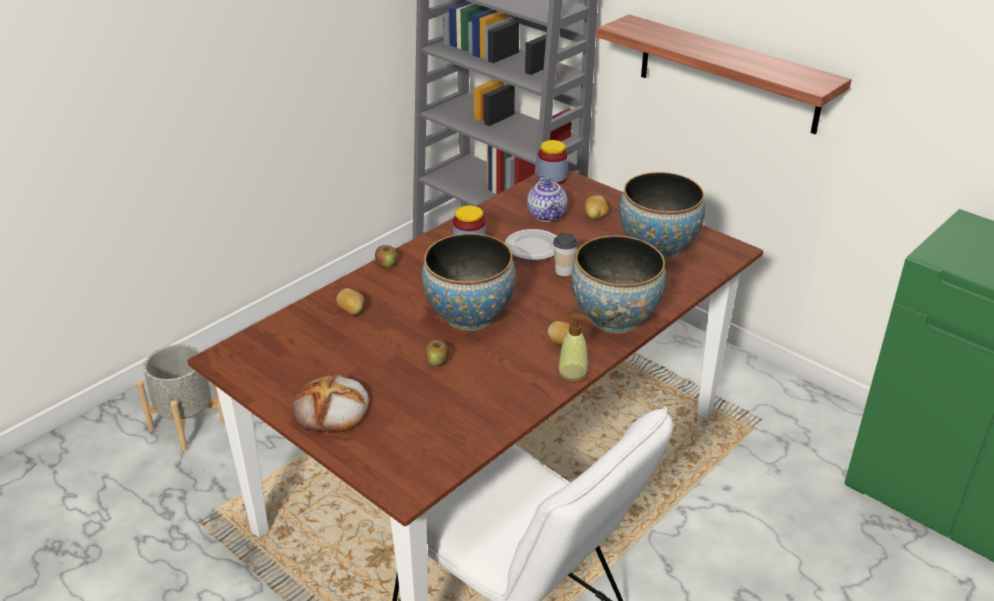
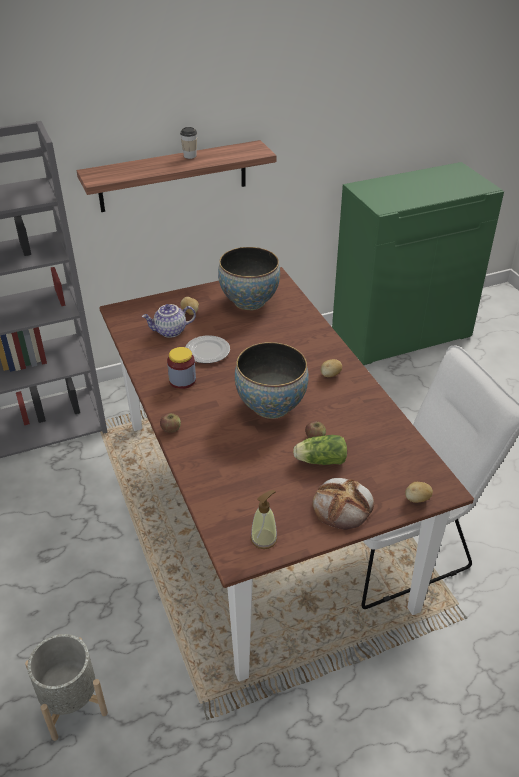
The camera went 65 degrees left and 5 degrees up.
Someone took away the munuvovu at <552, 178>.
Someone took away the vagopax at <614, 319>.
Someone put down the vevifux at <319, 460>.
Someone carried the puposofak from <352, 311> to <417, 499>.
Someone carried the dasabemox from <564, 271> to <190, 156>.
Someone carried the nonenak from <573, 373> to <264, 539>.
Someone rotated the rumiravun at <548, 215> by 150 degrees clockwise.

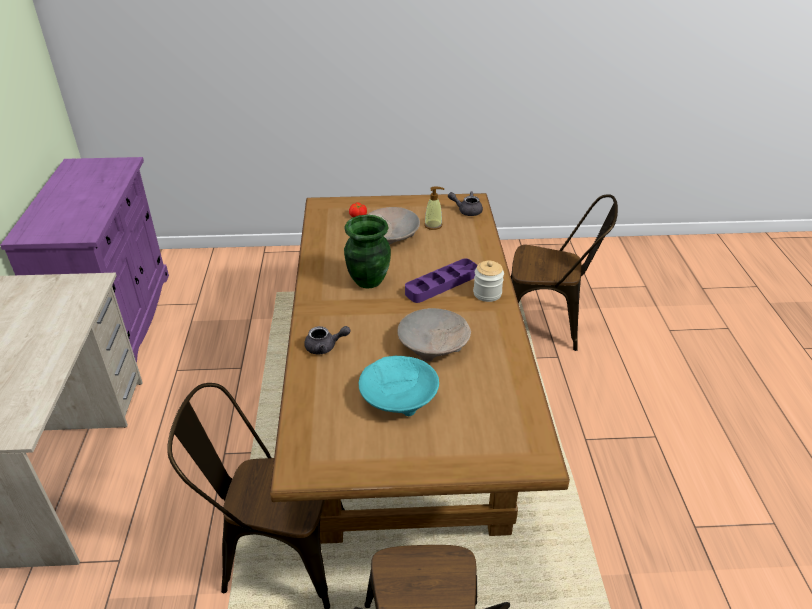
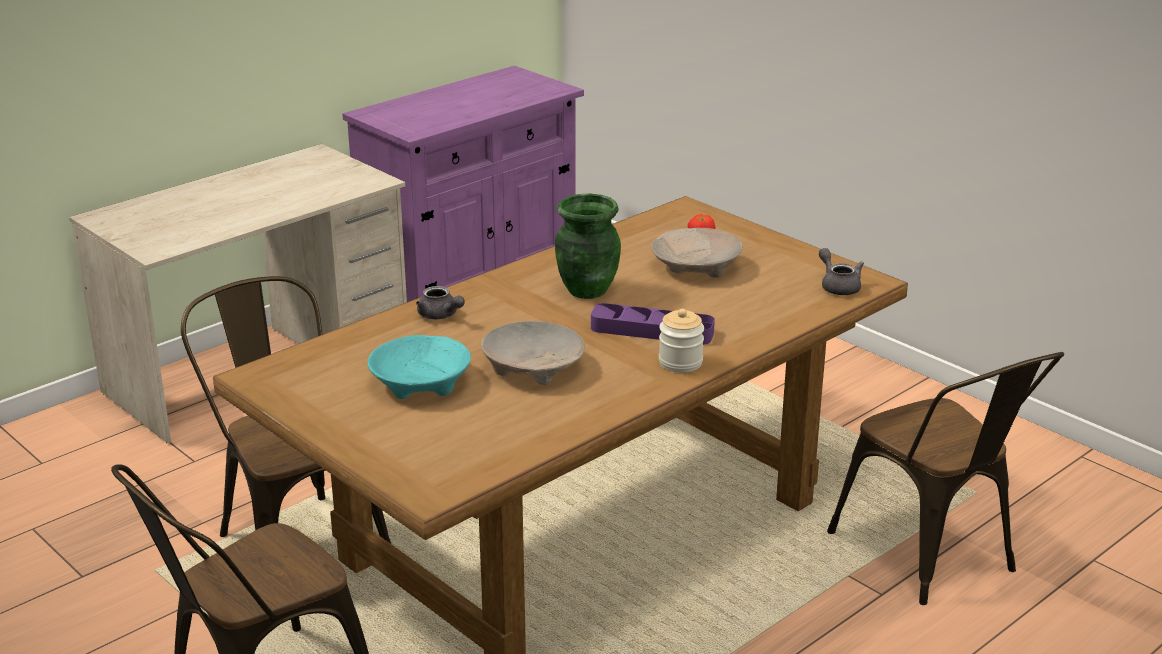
The camera went 50 degrees right and 10 degrees down.
Someone took away the nonenak at <433, 225>.

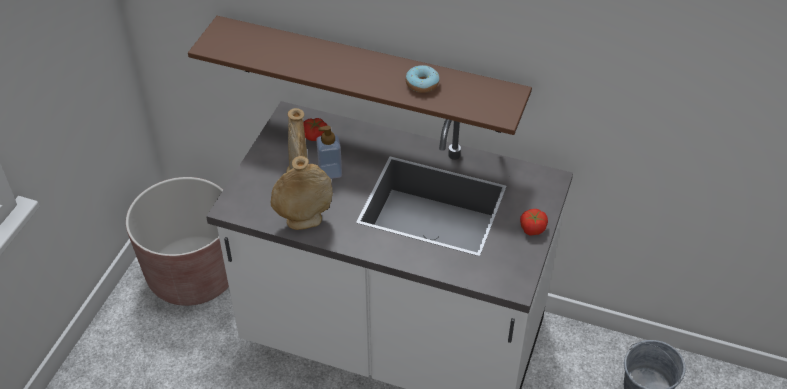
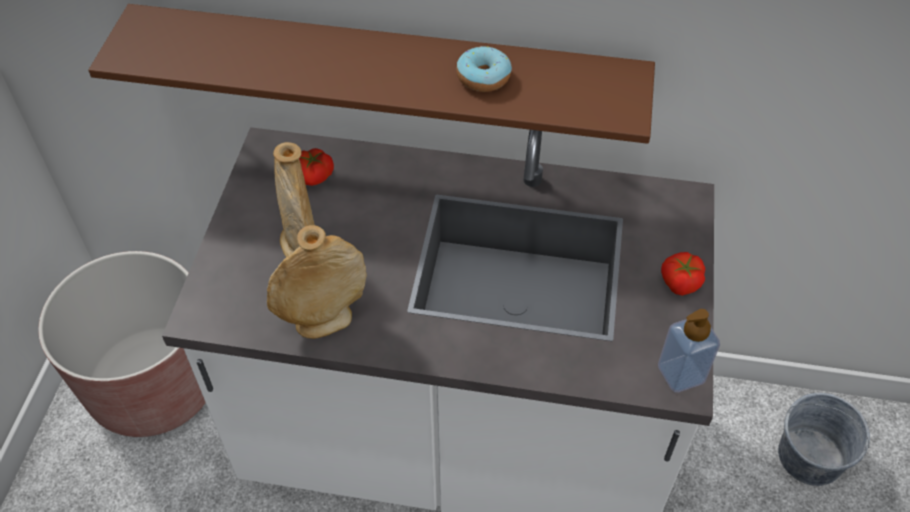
The camera went 10 degrees left and 5 degrees up.
Someone carried the nonenak from <330, 172> to <681, 374>.

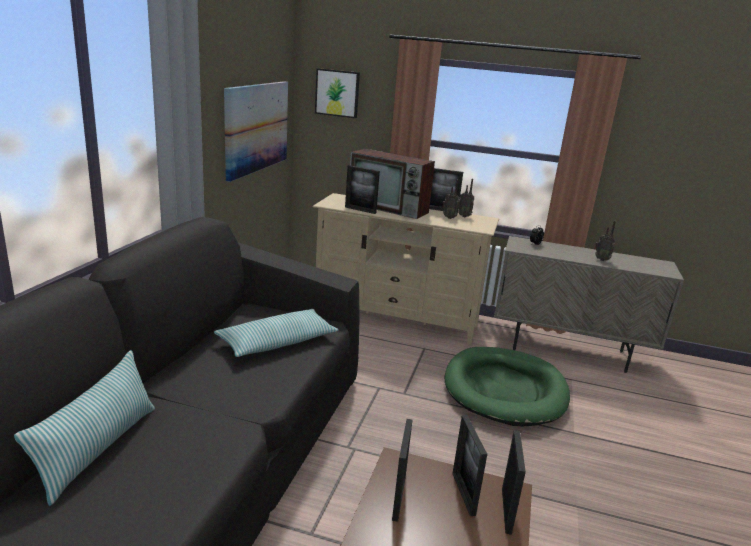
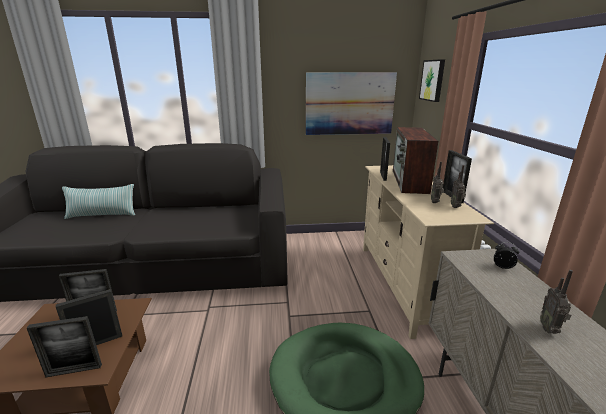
The camera went 70 degrees right and 0 degrees up.
Someone took away the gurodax at <277, 342>.

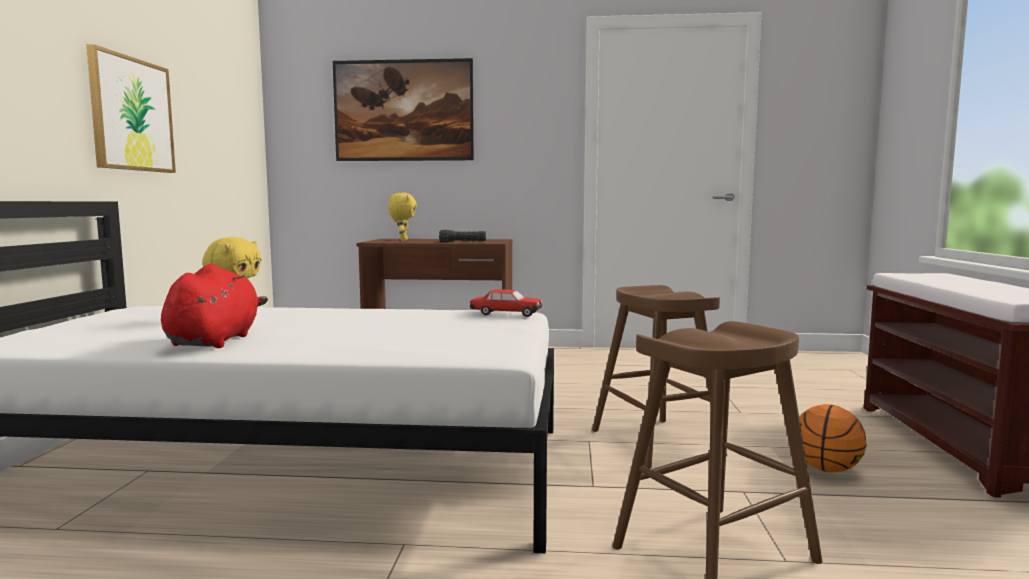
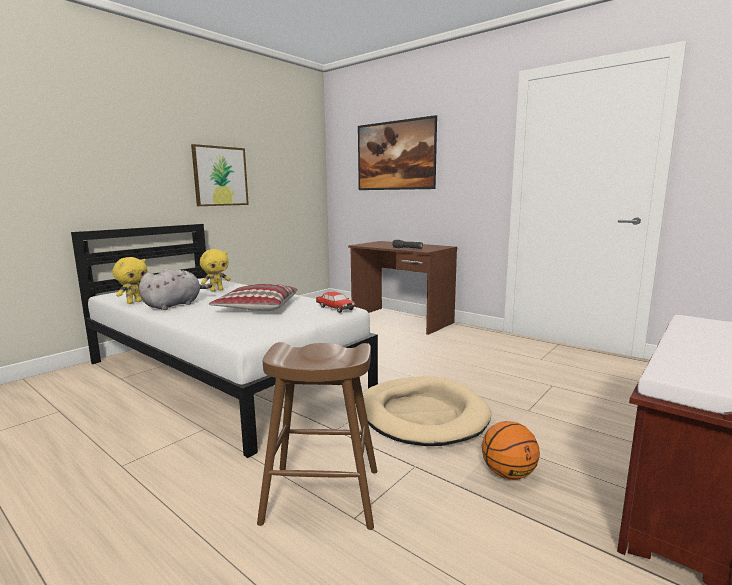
The camera went 35 degrees right and 5 degrees up.
Someone put down the gurodax at <256, 307>.
Someone carried the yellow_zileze from <402, 240> to <134, 302>.
Someone swapped the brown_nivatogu at <656, 443> for the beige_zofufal at <422, 415>.
Someone repainted the red_zileze at <215, 341>, which became the grey_zileze at <174, 305>.

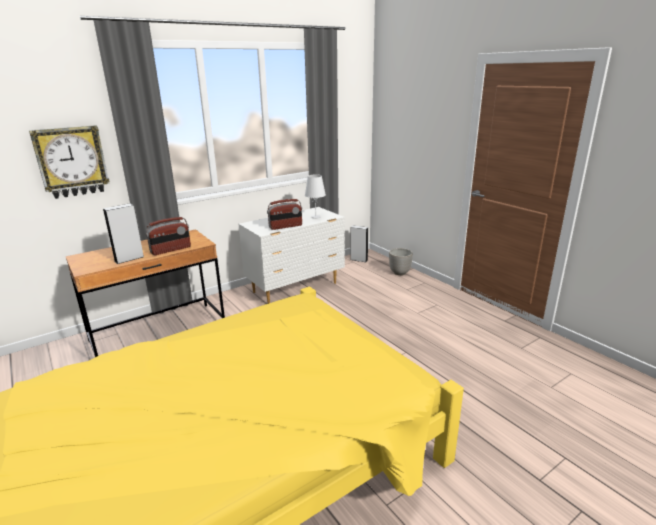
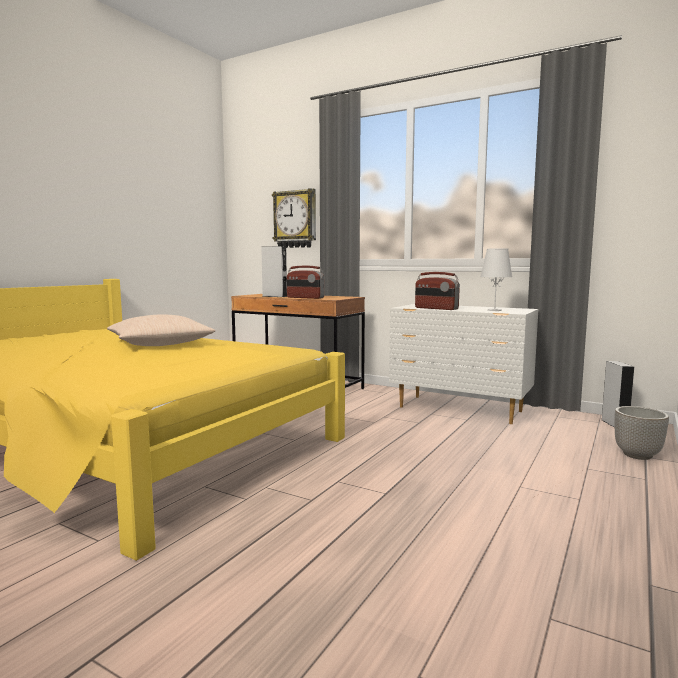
The camera went 65 degrees right and 15 degrees down.
Someone put down the beige_gurodax at <160, 344>.

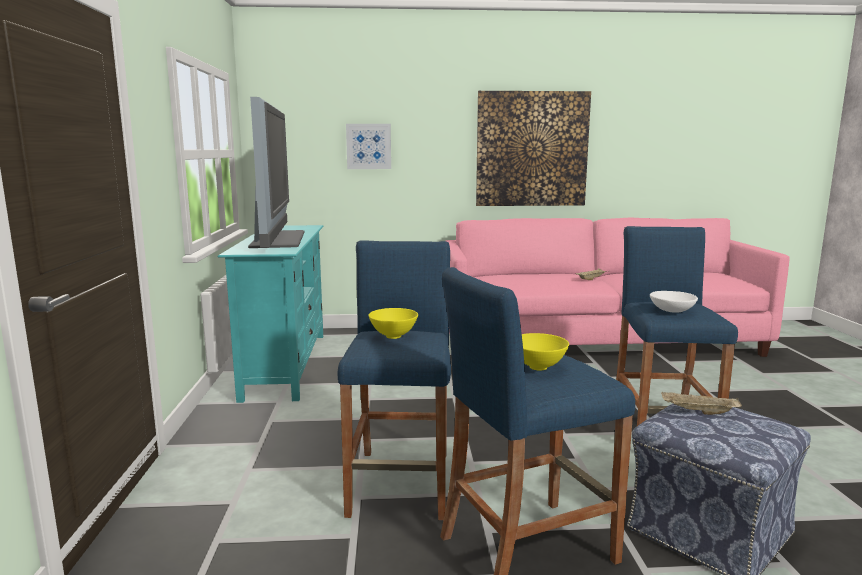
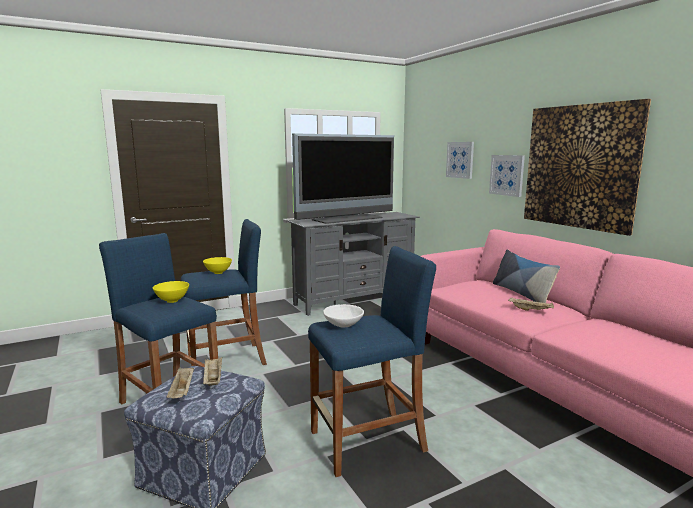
The camera went 65 degrees right and 0 degrees up.
Someone put down the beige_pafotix at <182, 392>.
Someone put up the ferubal at <507, 175>.
Someone put down the gurodax at <522, 294>.
Someone repainted the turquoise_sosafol at <285, 364>, which became the grey_sosafol at <354, 300>.

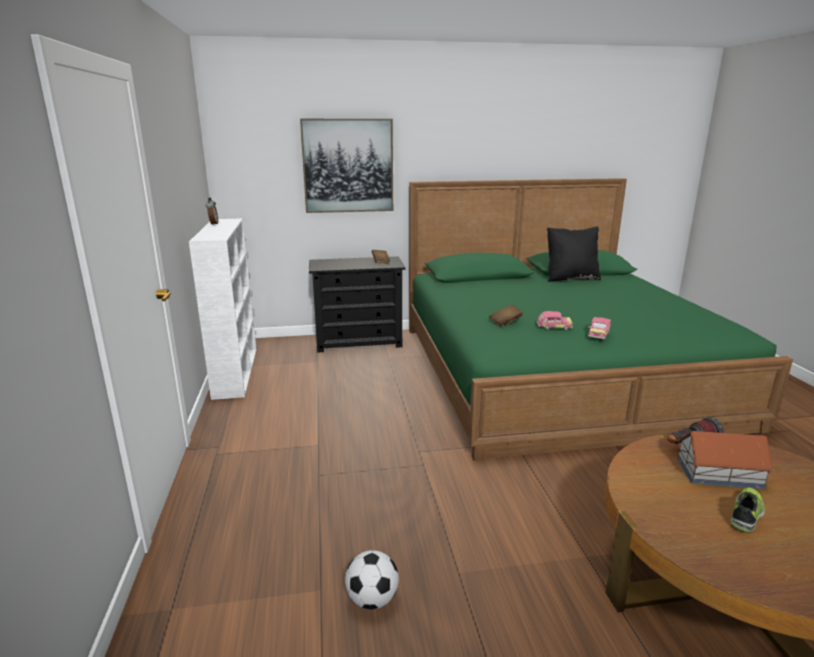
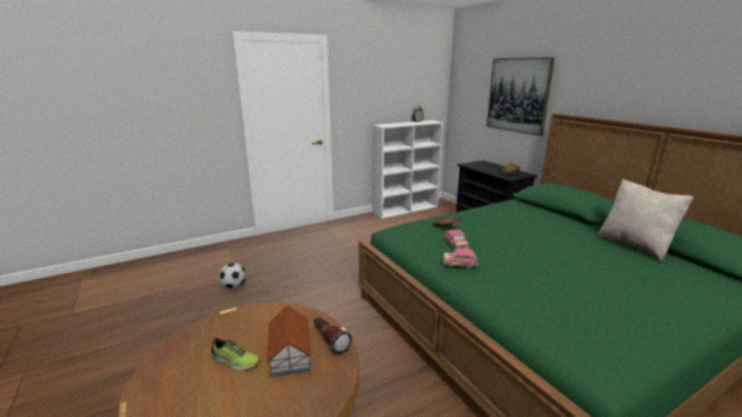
The camera went 70 degrees right and 0 degrees up.
Someone repainted the black_gurodax at <570, 278>, which became the beige_gurodax at <634, 245>.

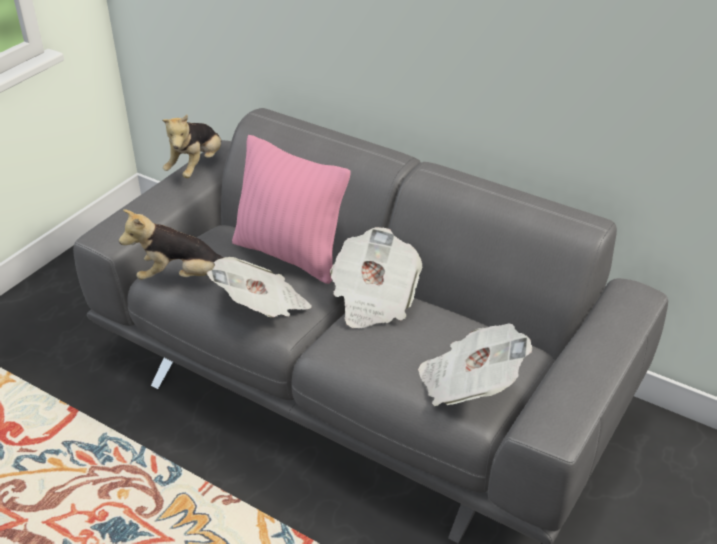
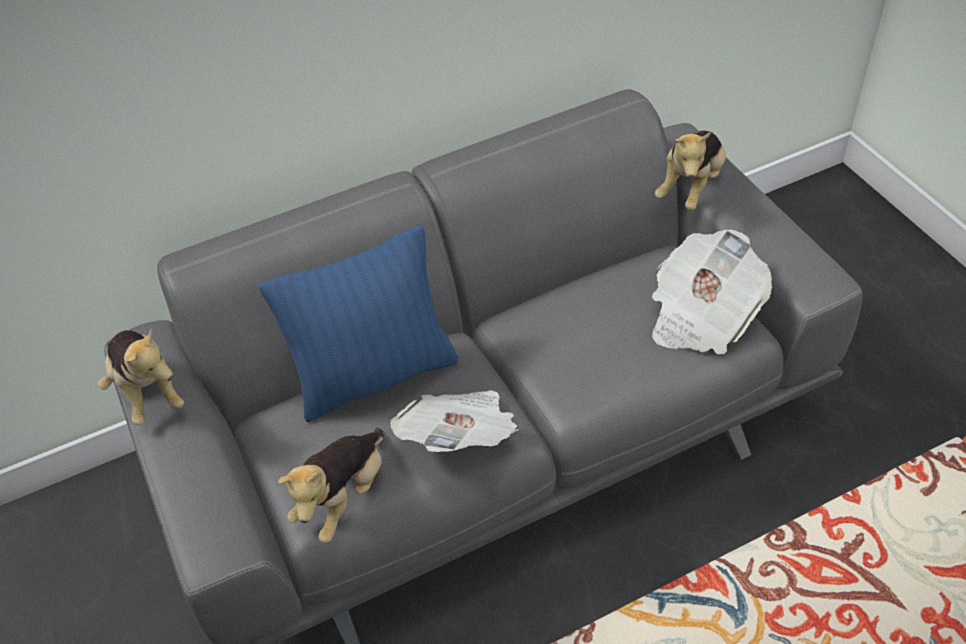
The camera went 55 degrees left and 10 degrees up.
Someone took away the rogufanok at <373, 299>.
Someone put down the zileze at <691, 187>.
Someone repainted the pink_gurodax at <290, 255>, which became the blue_gurodax at <375, 375>.

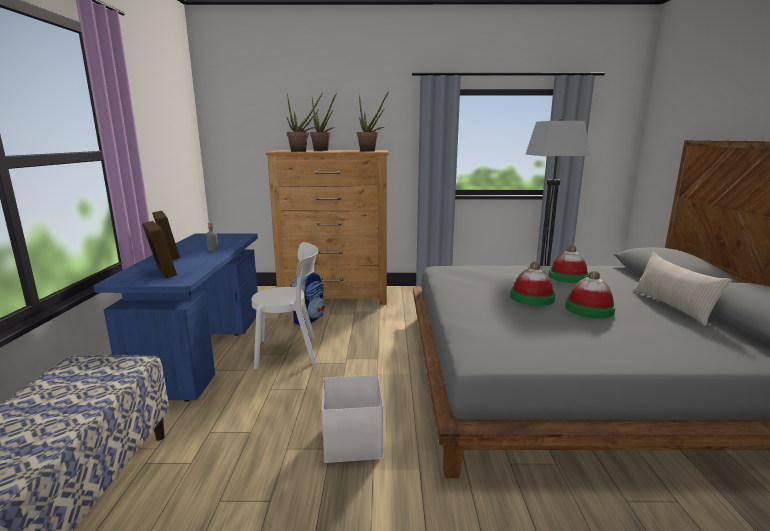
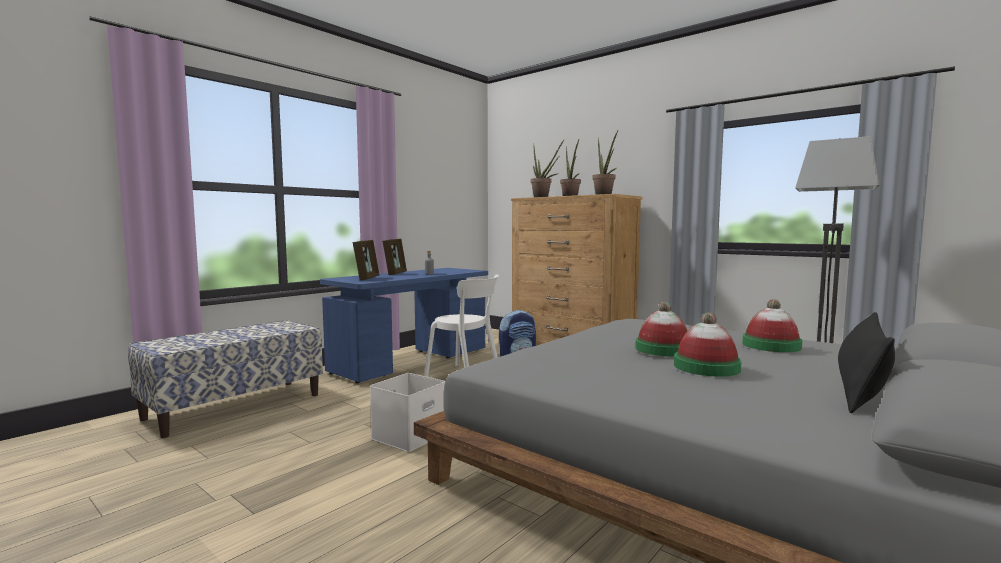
The camera went 40 degrees right and 10 degrees down.
Someone repainted the beige_gurodax at <672, 306>, which became the black_gurodax at <860, 392>.

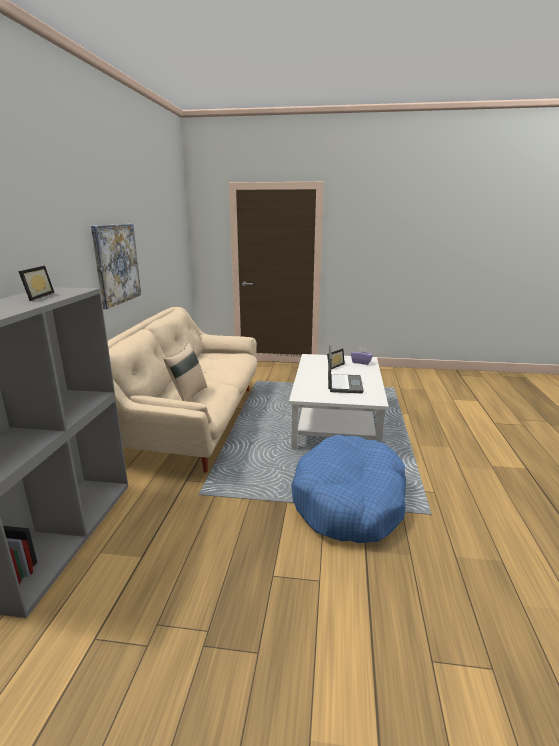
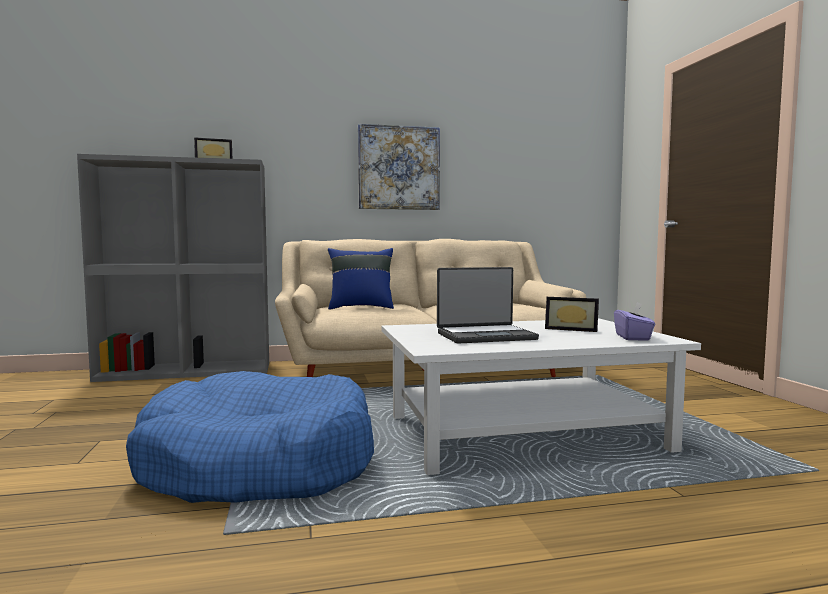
The camera went 70 degrees right and 15 degrees down.
Someone repainted the beige_gurodax at <188, 395>, which became the blue_gurodax at <361, 307>.

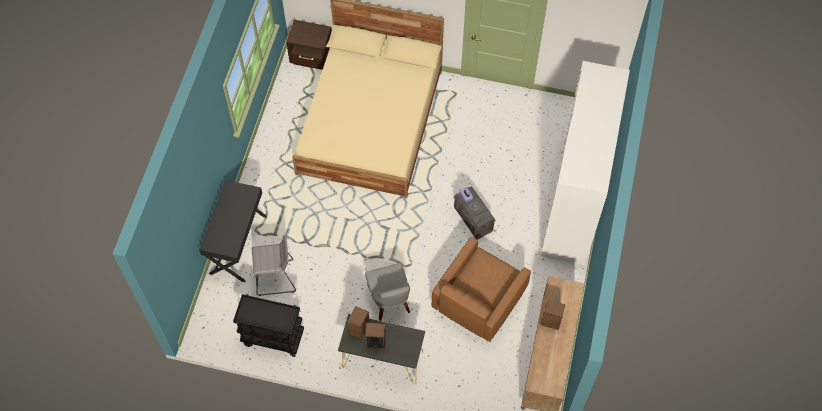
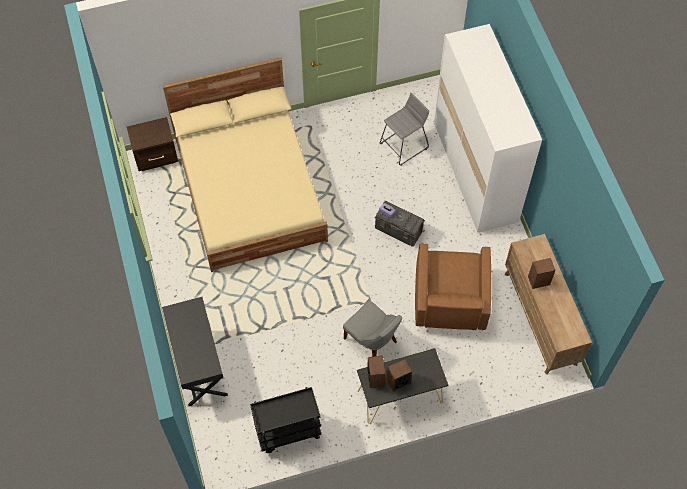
The camera went 30 degrees left and 0 degrees up.
Someone carried the grey_nivatogu from <275, 278> to <404, 145>.

